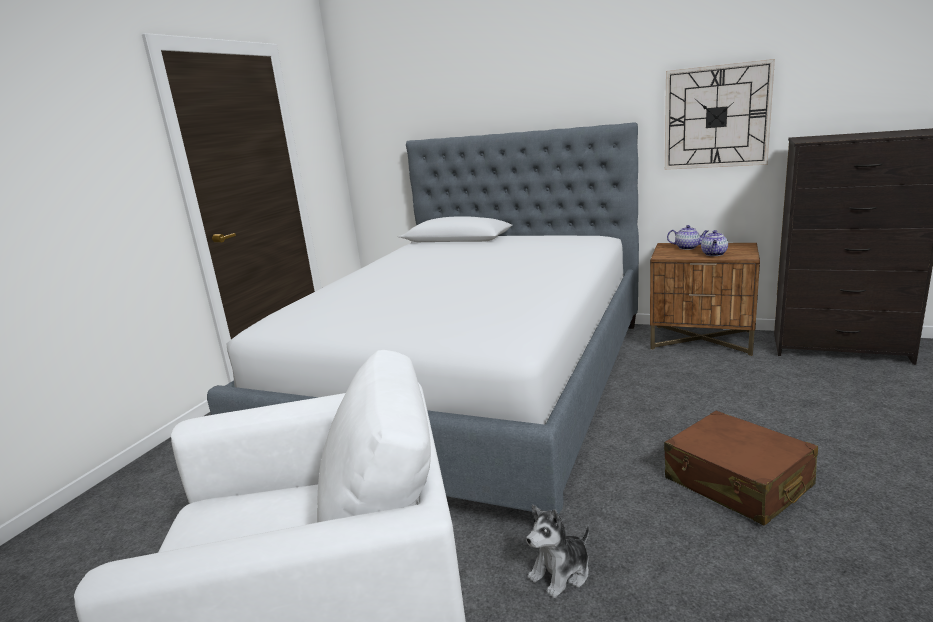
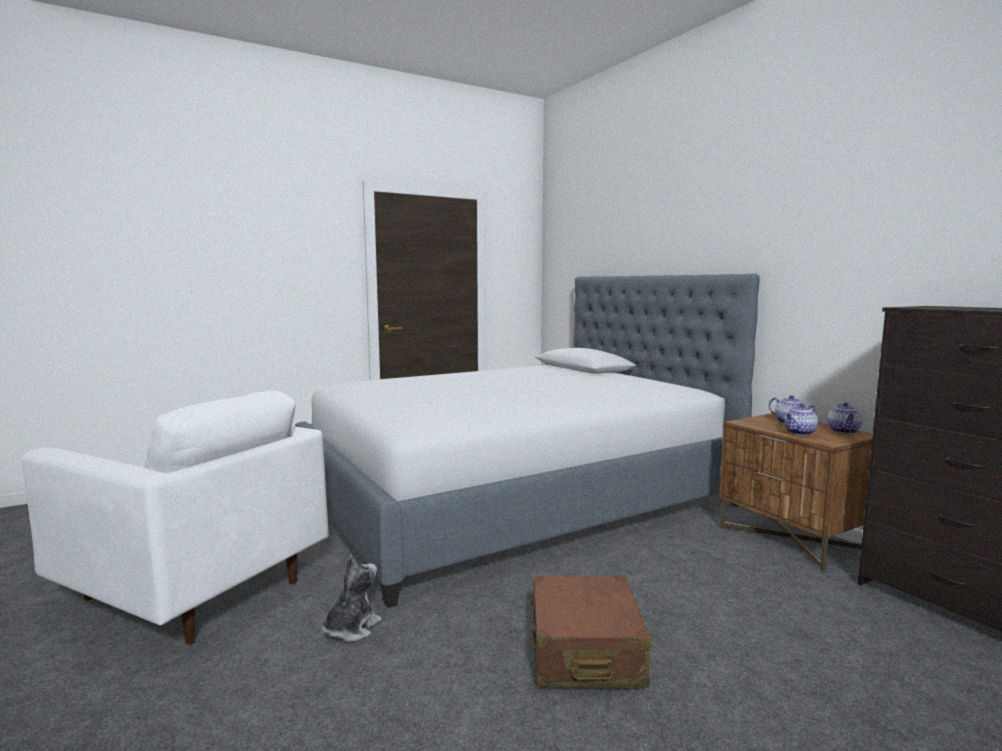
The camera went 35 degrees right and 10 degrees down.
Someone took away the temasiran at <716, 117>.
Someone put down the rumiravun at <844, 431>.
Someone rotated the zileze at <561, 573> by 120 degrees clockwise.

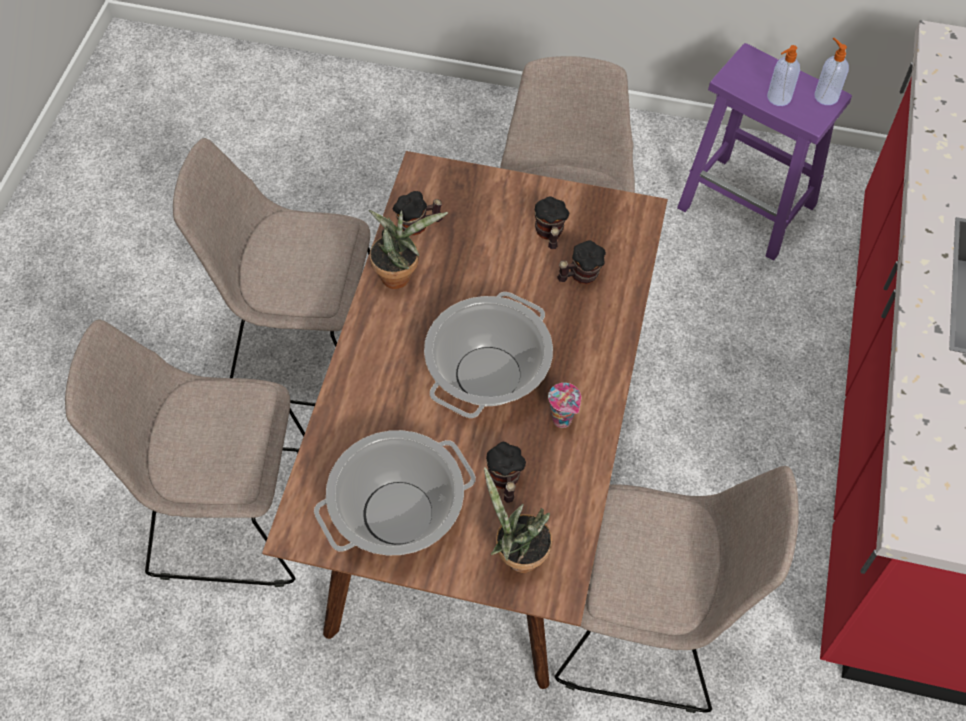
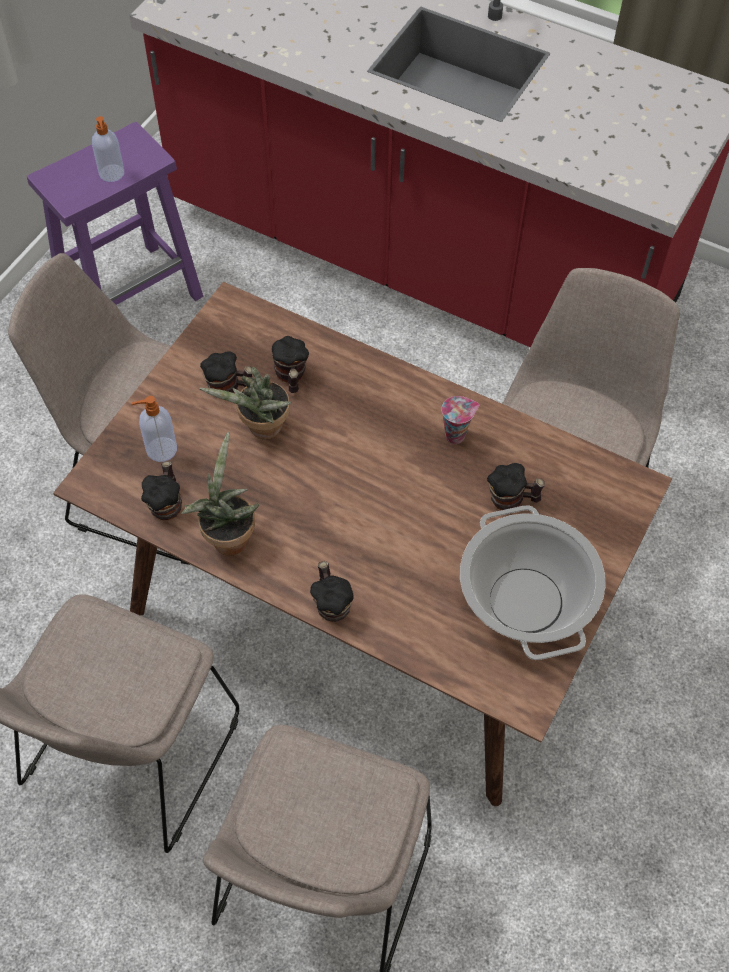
The camera went 75 degrees left and 0 degrees up.
Someone took away the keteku at <488, 376>.
Someone put down the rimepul at <331, 603>.
Someone carried the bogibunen from <517, 555> to <262, 430>.
Someone carried the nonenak from <825, 96> to <160, 450>.

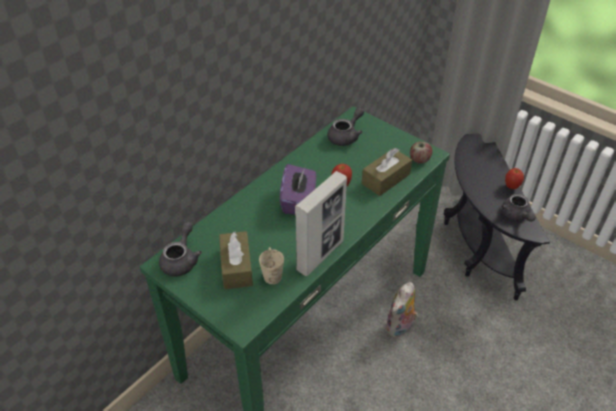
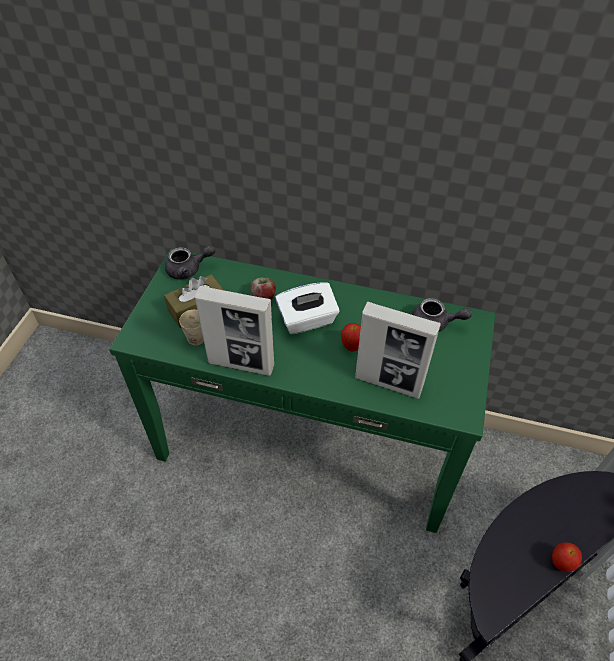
The camera went 65 degrees right and 5 degrees up.
Someone took away the zileze at <400, 328>.
Someone took away the grey_rumiravun at <516, 215>.
Someone carried the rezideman from <419, 159> to <263, 297>.
Someone swapped the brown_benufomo at <385, 179> for the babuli at <388, 383>.
Someone repainted the purple_benufomo at <298, 201>, which became the white_benufomo at <307, 320>.

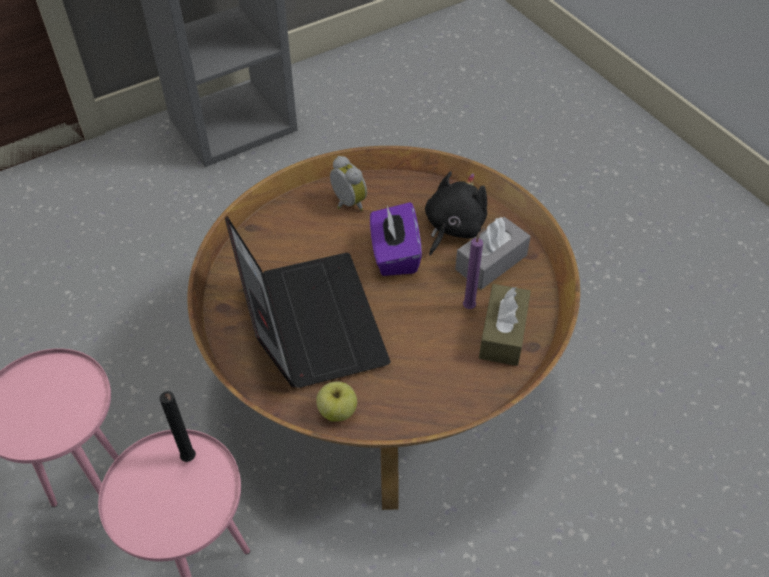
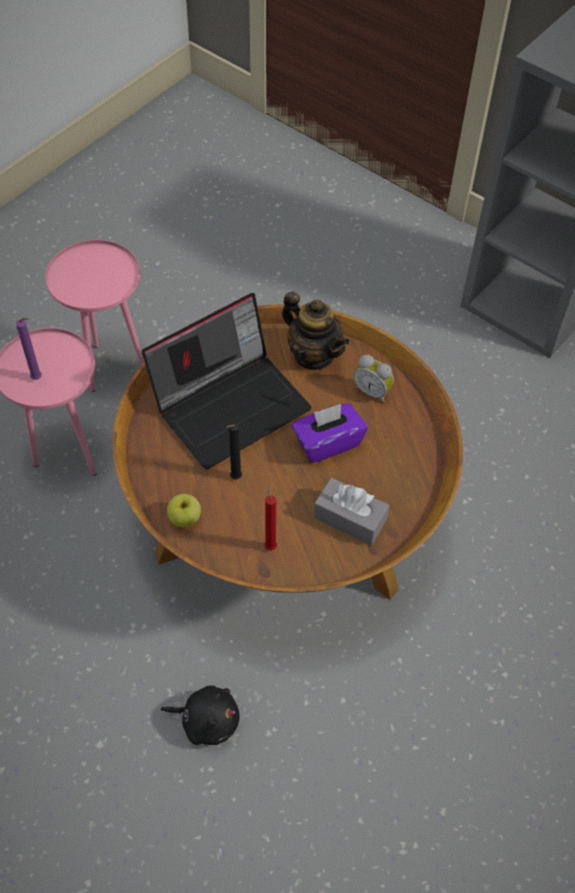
The camera went 70 degrees right and 5 degrees up.
Someone put down the rumiravun at <314, 355>.
Someone carried the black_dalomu from <189, 460> to <234, 478>.
Someone carried the rezideman from <337, 411> to <185, 518>.
Someone carried the black_zileze from <452, 228> to <207, 721>.
Someone carried the purple_dalomu from <470, 306> to <38, 379>.
Someone swapped the brown_benufomo at <503, 333> for the red_dalomu at <270, 545>.
Someone rotated the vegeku at <347, 204> by 90 degrees clockwise.

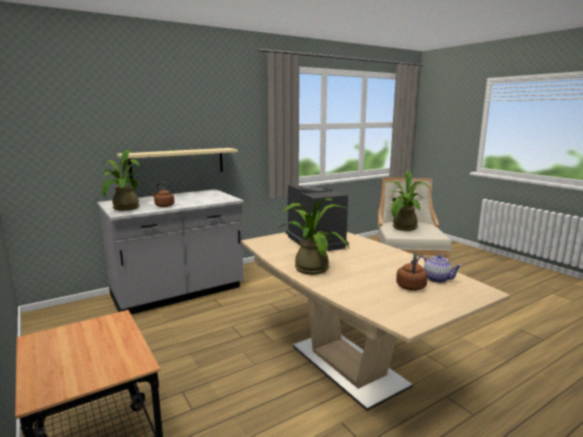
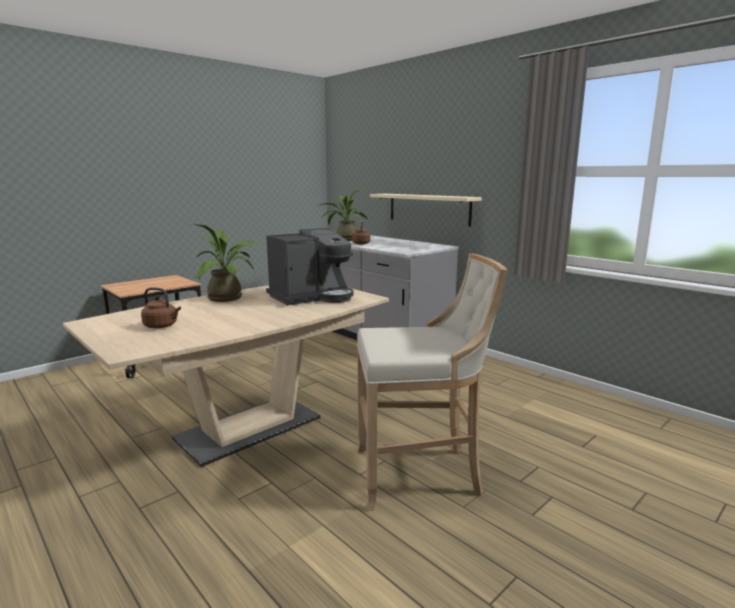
The camera went 80 degrees right and 0 degrees up.
Someone took away the bogibunen at <403, 228>.
Someone took away the rumiravun at <437, 279>.

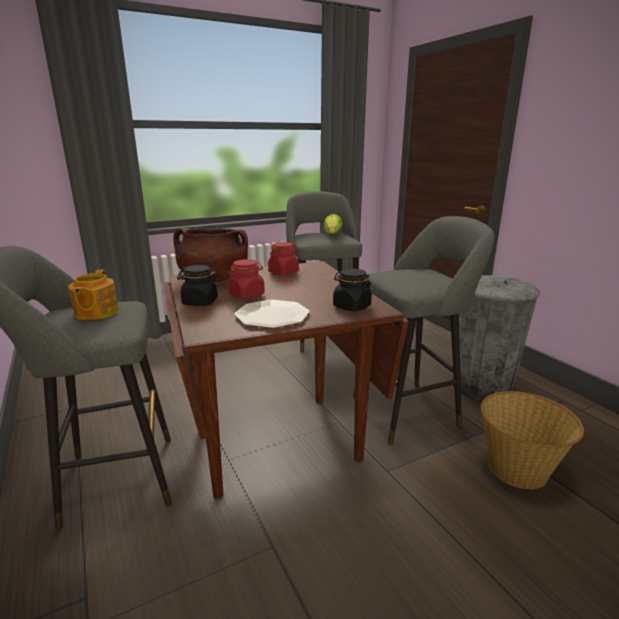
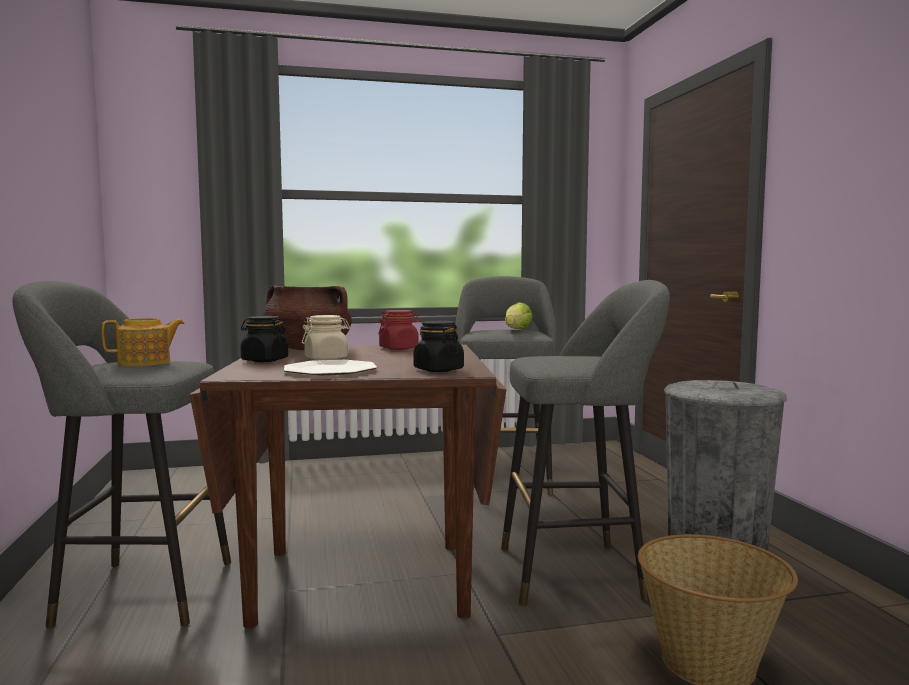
The camera went 15 degrees right and 15 degrees down.
Someone repainted the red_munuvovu at <247, 295>, which became the beige_munuvovu at <326, 359>.
Someone rotated the rumiravun at <95, 313> by 135 degrees counterclockwise.

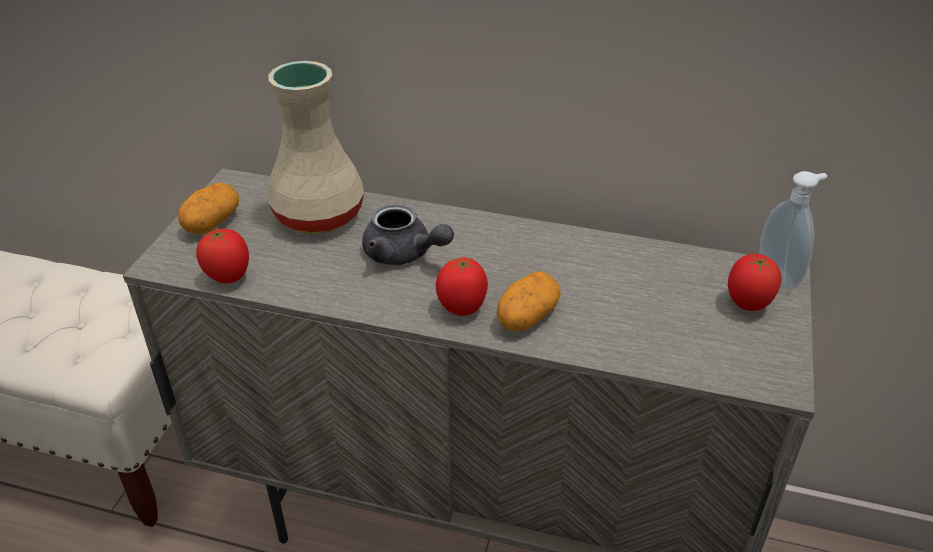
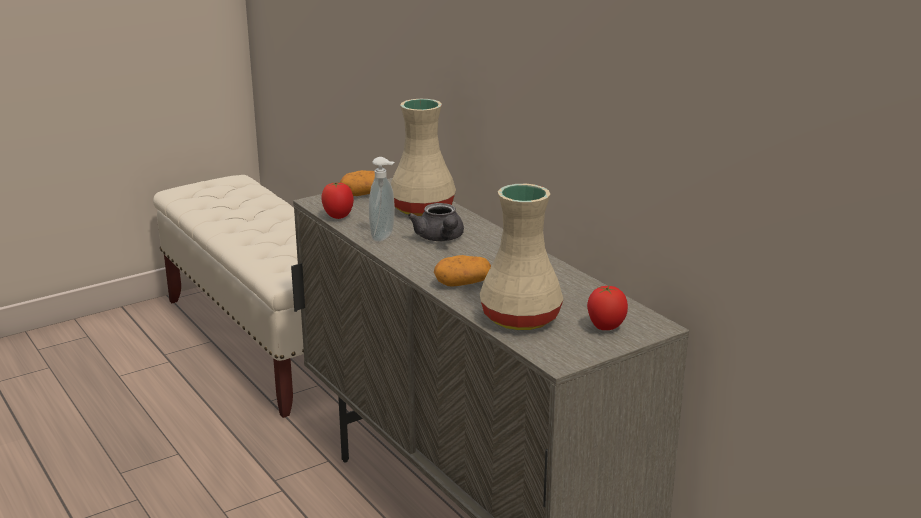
The camera went 40 degrees right and 15 degrees down.
Someone took away the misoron at <462, 309>.
Someone put down the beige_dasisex at <520, 317>.
Someone carried the nonenak from <779, 276> to <384, 237>.

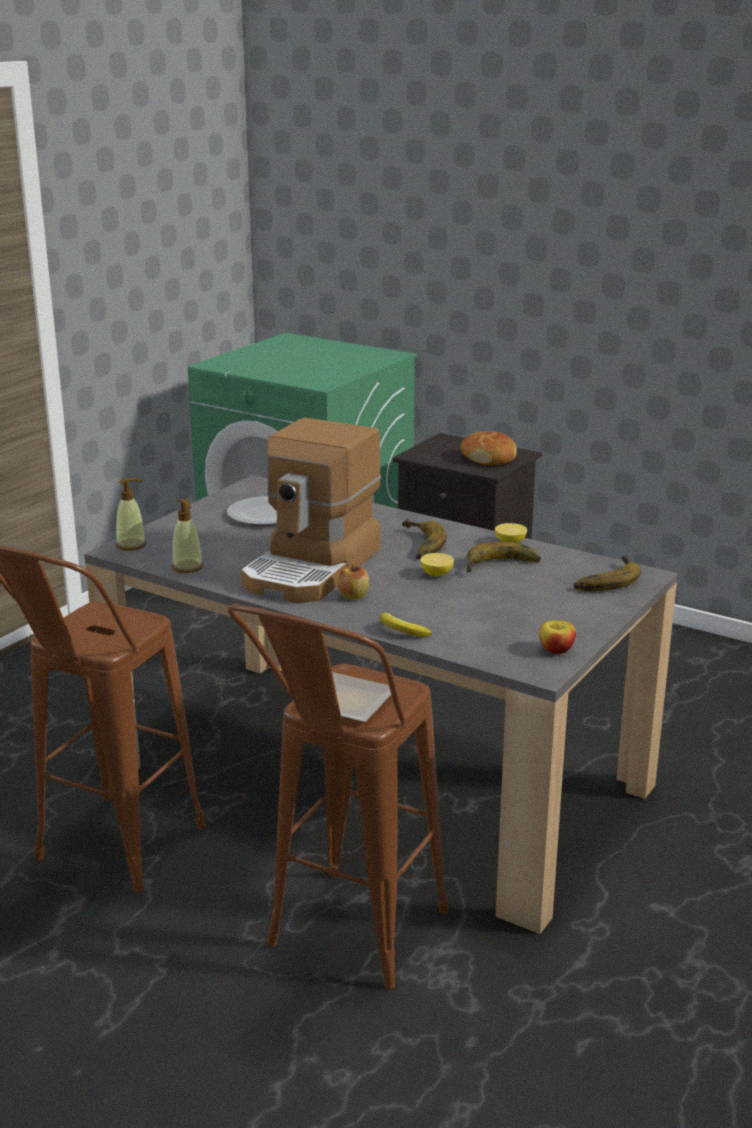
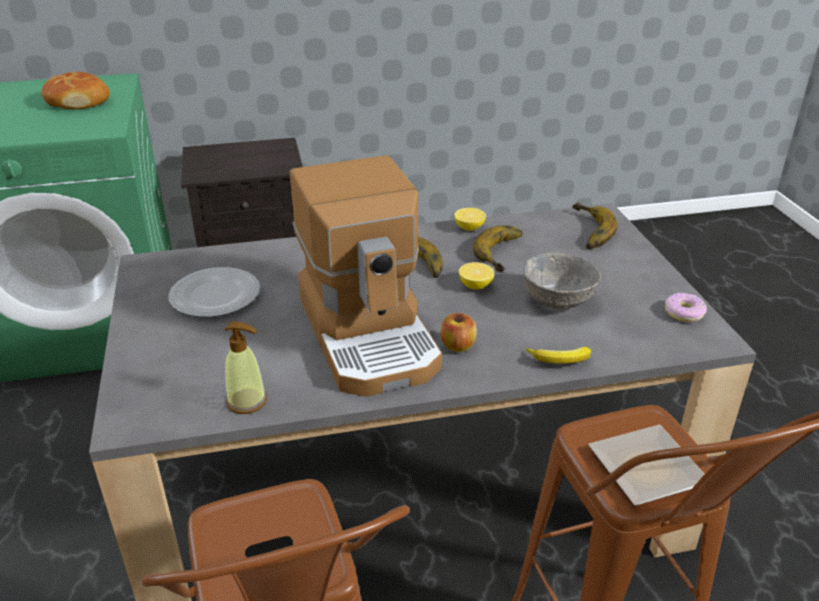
The camera went 45 degrees left and 10 degrees up.
Someone took away the nonenak at <131, 545>.
Someone put down the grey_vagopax at <556, 301>.
Someone carried the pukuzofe from <489, 458> to <78, 101>.
Someone swapped the rezideman at <556, 650> for the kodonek at <683, 313>.

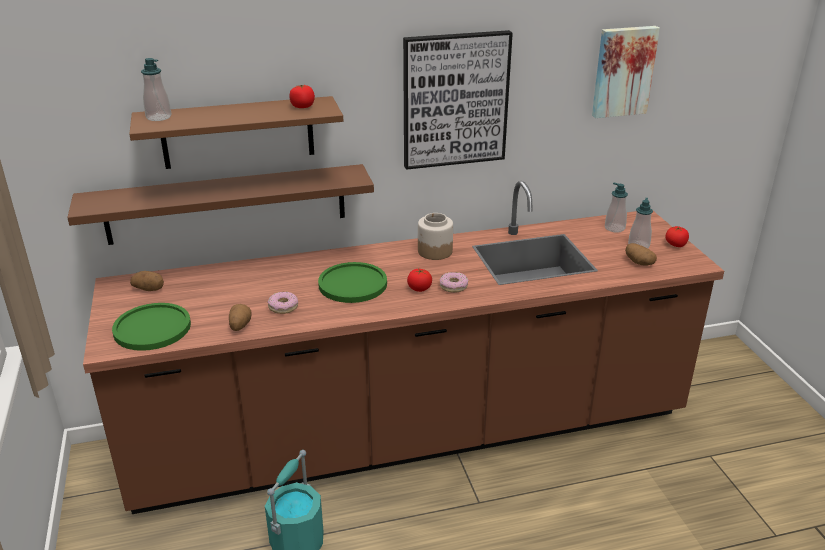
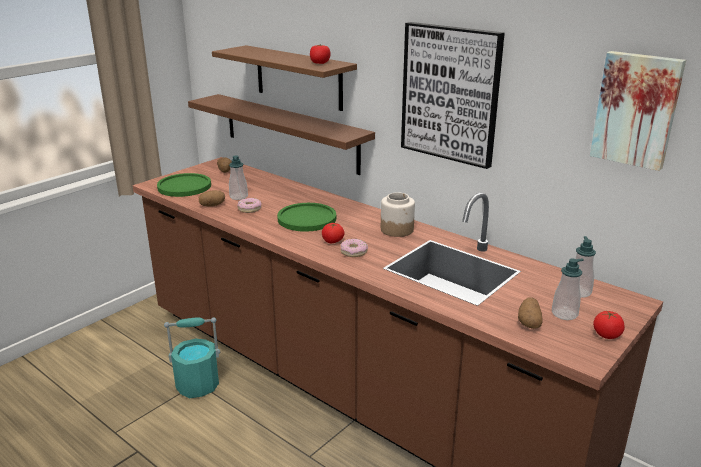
The camera went 55 degrees right and 5 degrees down.
Someone carried the nonenak from <158, 117> to <238, 197>.

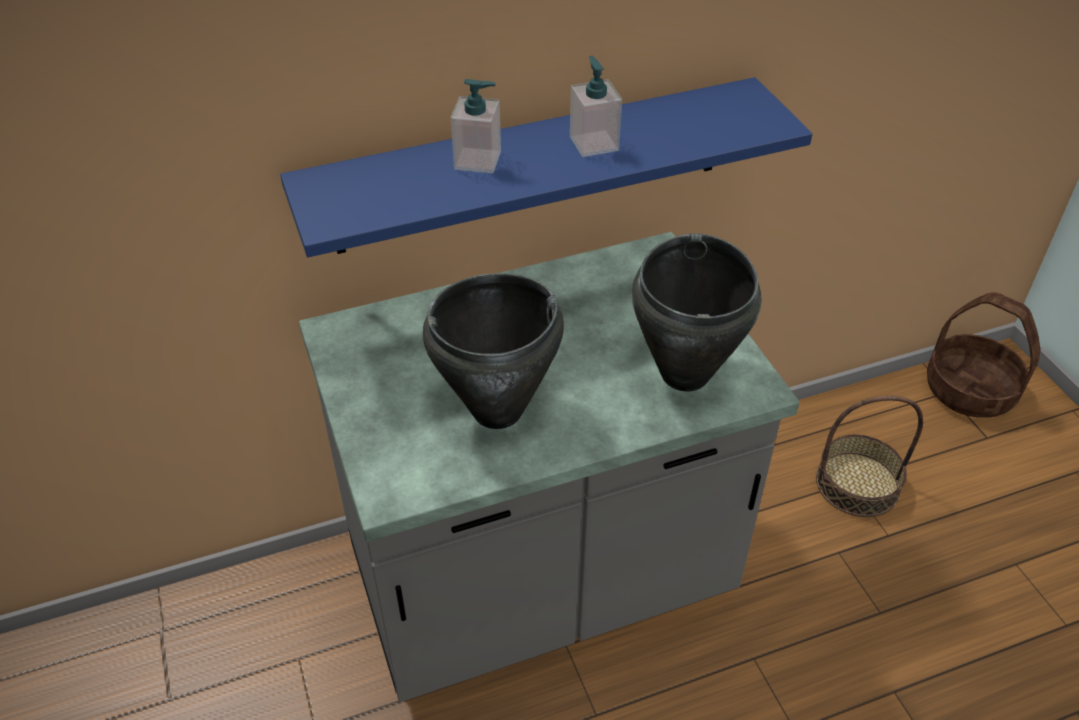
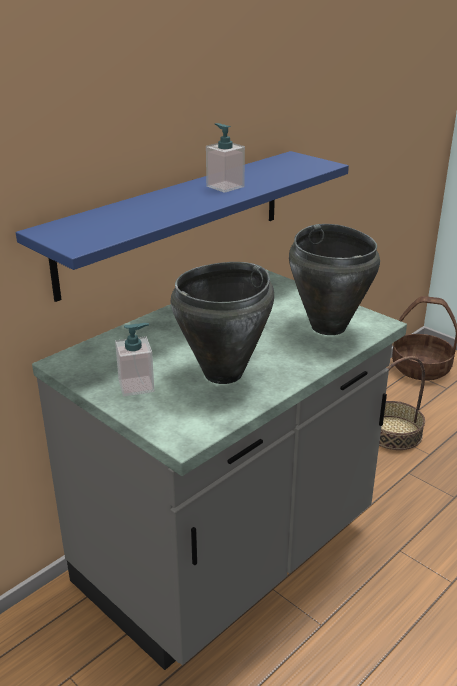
The camera went 25 degrees left and 15 degrees down.
Someone carried the nonenak from <478, 160> to <136, 386>.

